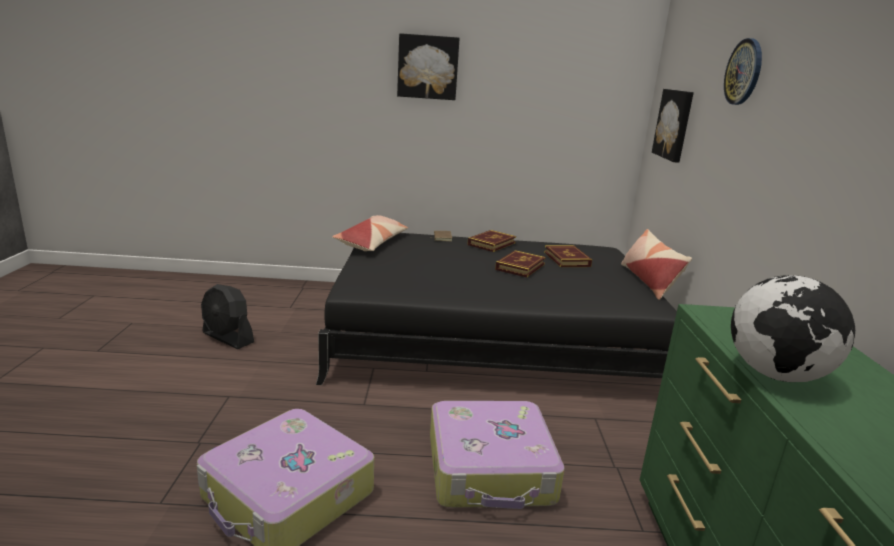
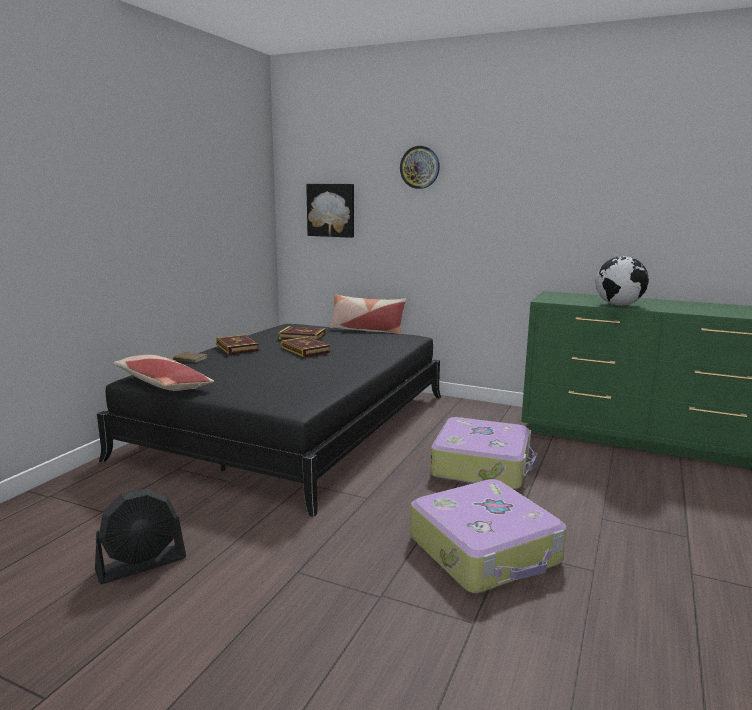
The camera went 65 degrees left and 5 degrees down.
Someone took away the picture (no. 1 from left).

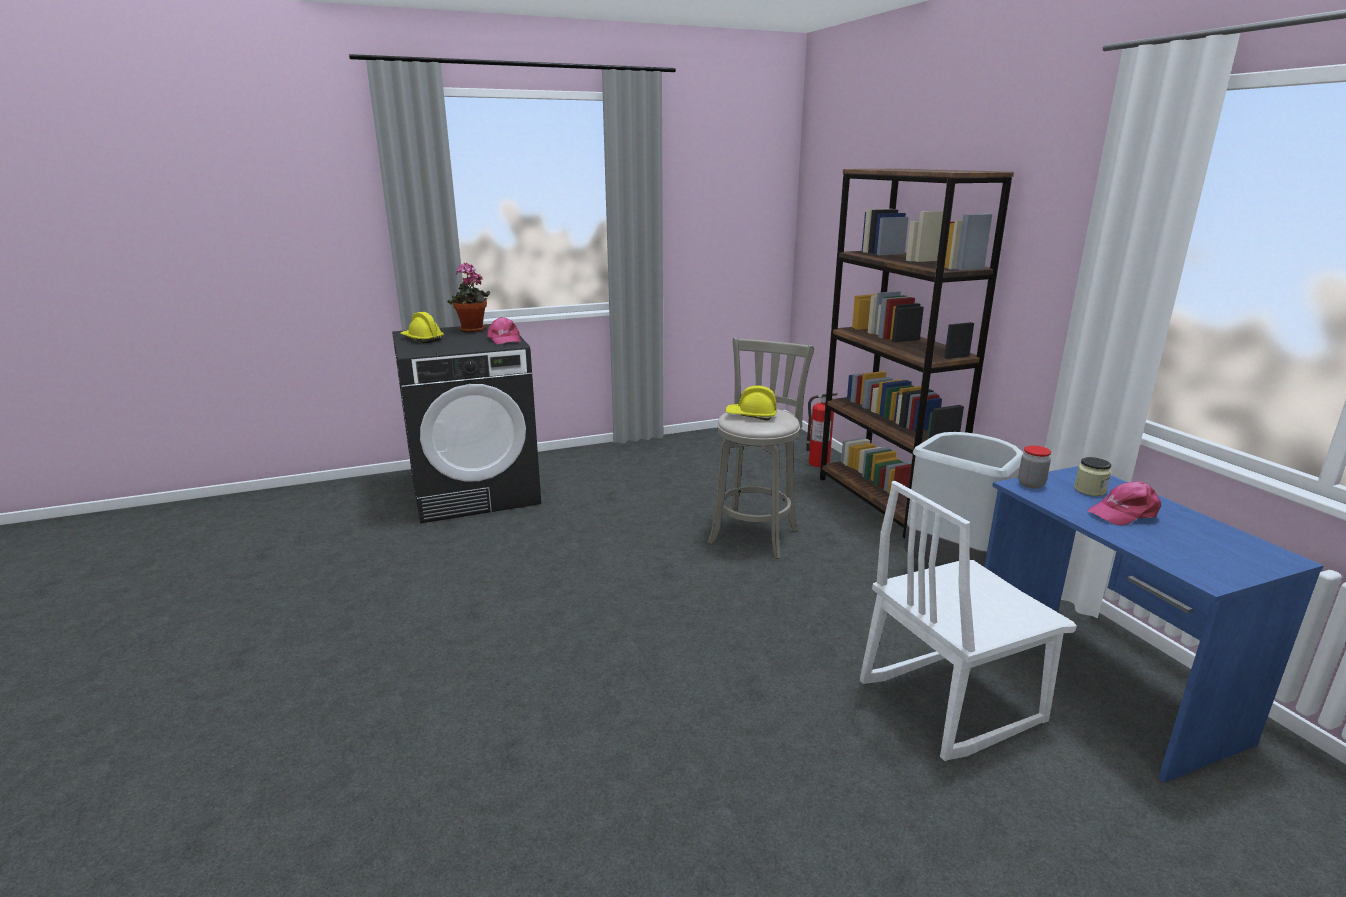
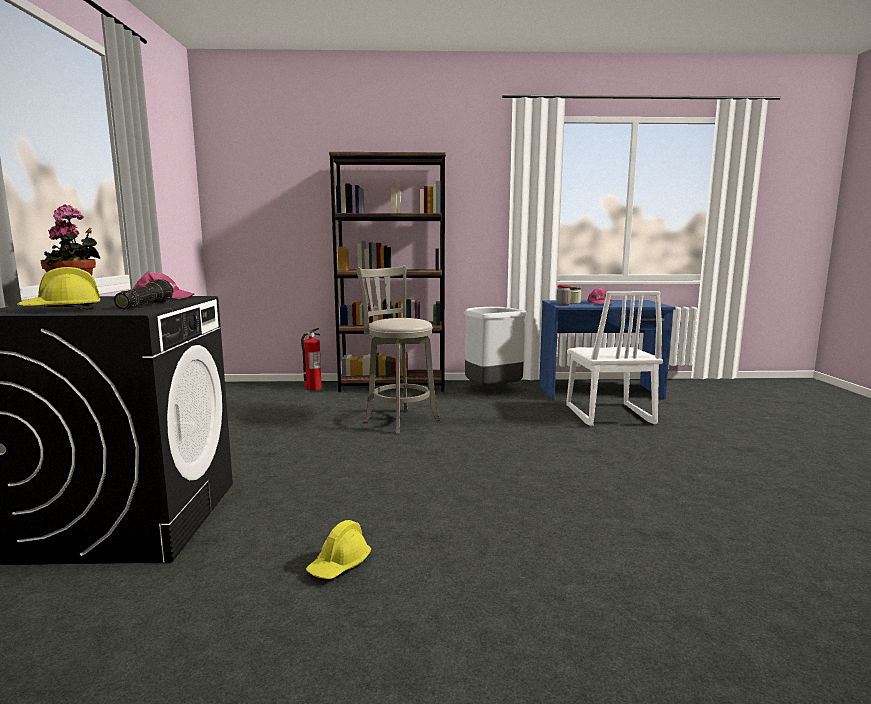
The camera went 70 degrees left and 10 degrees down.
Someone carried the yellow hard hat (no. 2 from left).
Someone put down the flashlight.

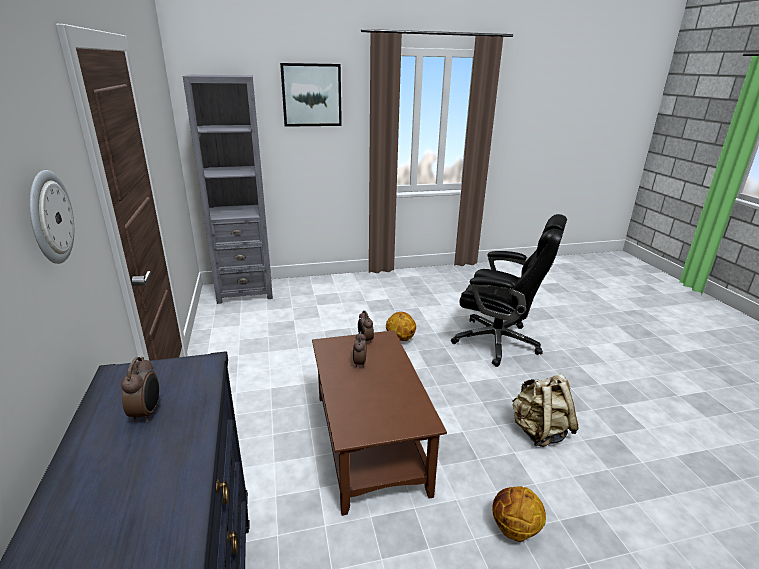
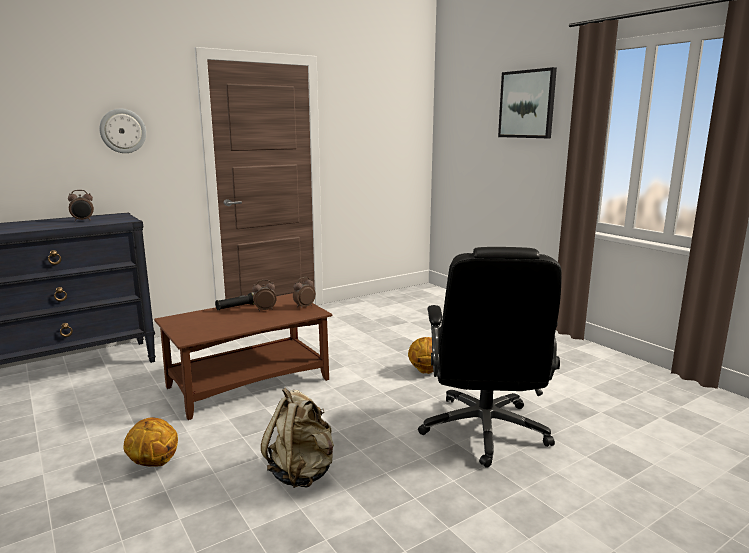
The camera went 70 degrees right and 10 degrees down.
Someone took away the grey bookcase.
Someone put down the black flashlight.

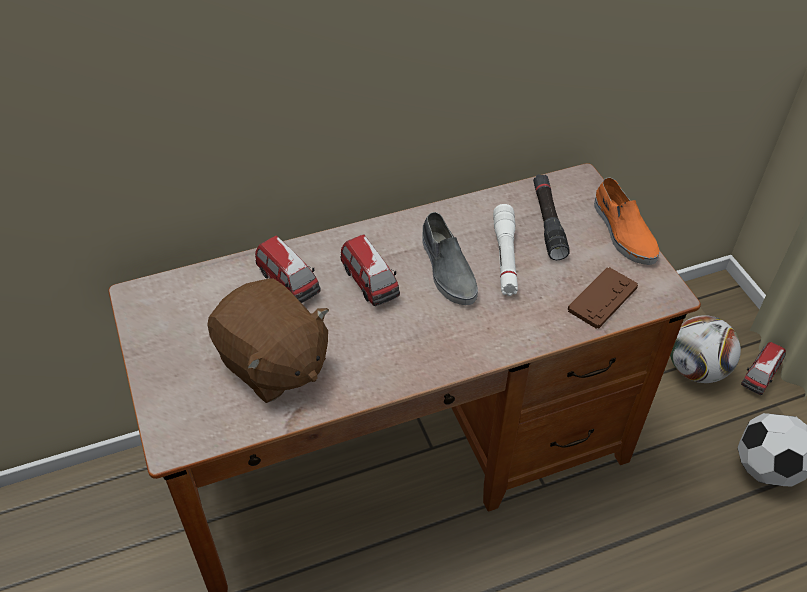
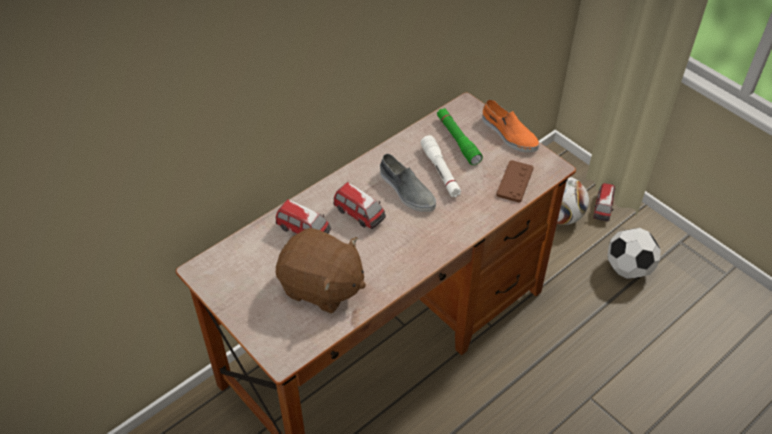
The camera went 20 degrees left and 0 degrees up.
Someone repainted the black flashlight, which became the green flashlight.

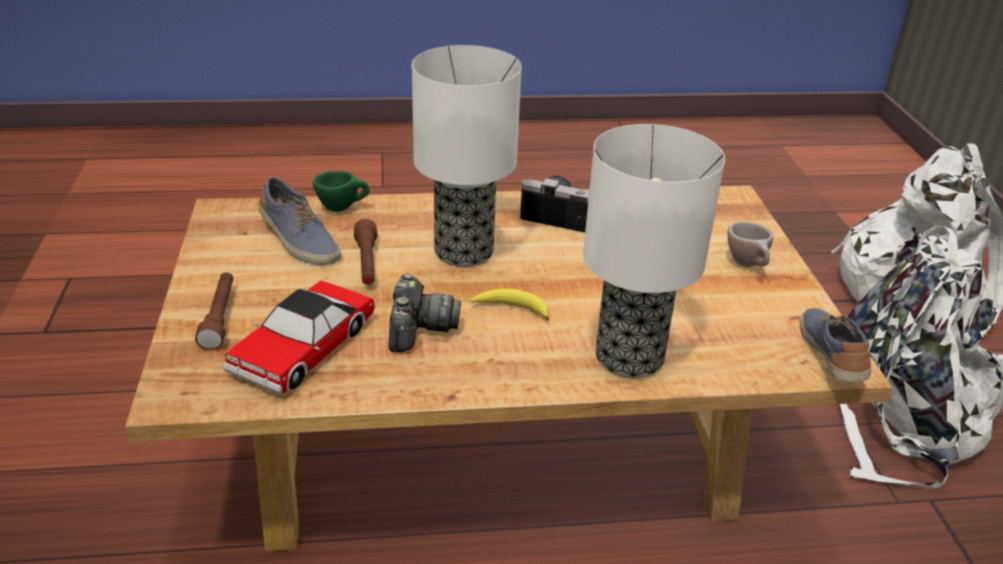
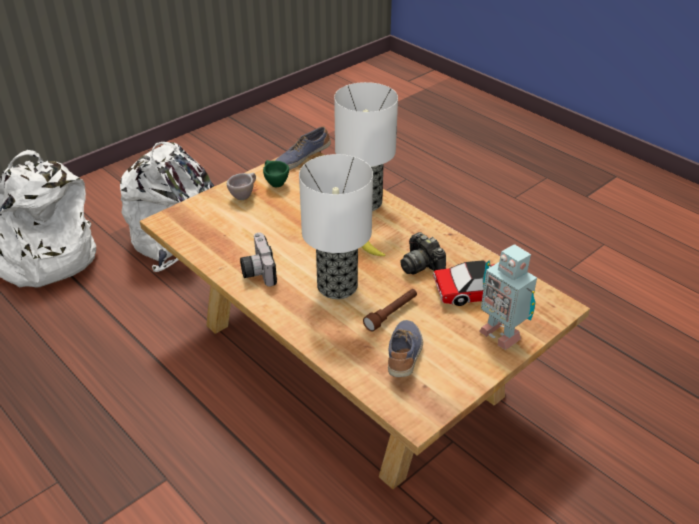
The camera went 125 degrees left and 5 degrees up.
Someone carried the green cup.
Someone swapped the brown flashlight (no. 1 from left) for the toy robot.
Someone rotated the photo camera (no. 1 from left in the first image) by 90 degrees counterclockwise.

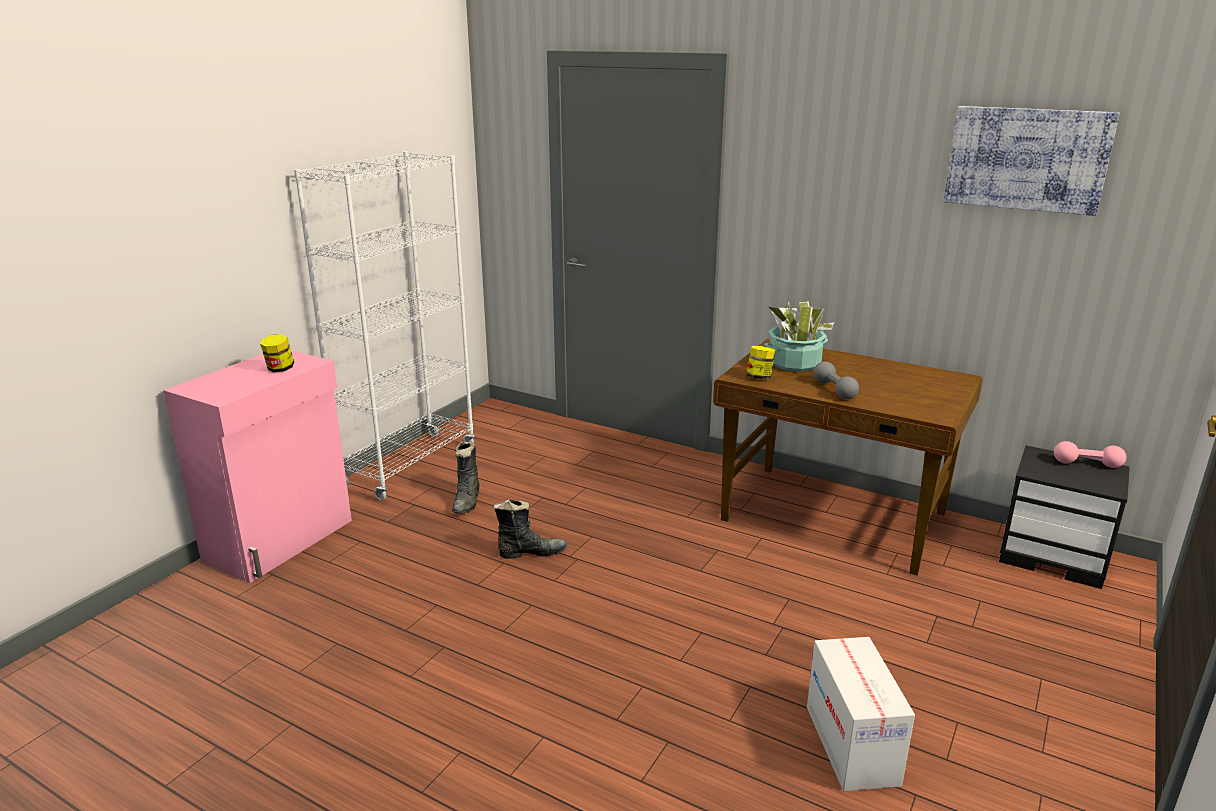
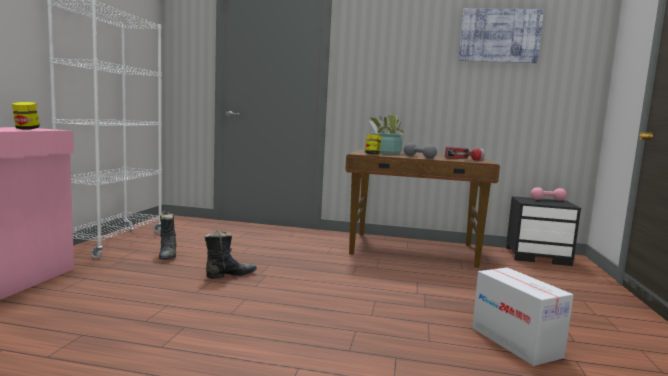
The camera went 20 degrees left and 15 degrees down.
Someone put down the flashlight.

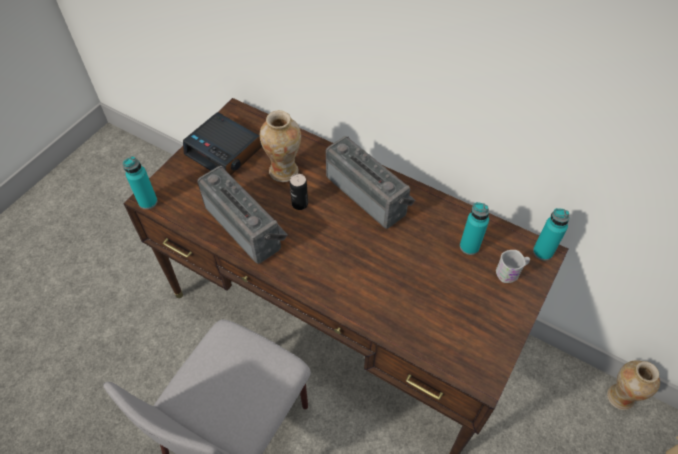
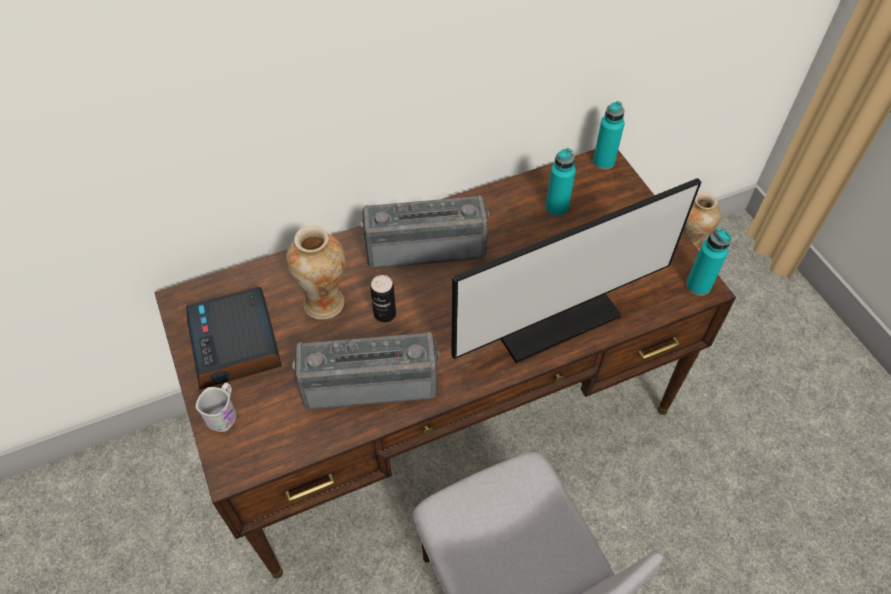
The camera went 55 degrees left and 0 degrees up.
Someone rotated the alarm clock by 90 degrees clockwise.
Someone carried the turquoise bottle (no. 1 from left in the first image).
Someone carried the white mug.
Someone put down the monitor.

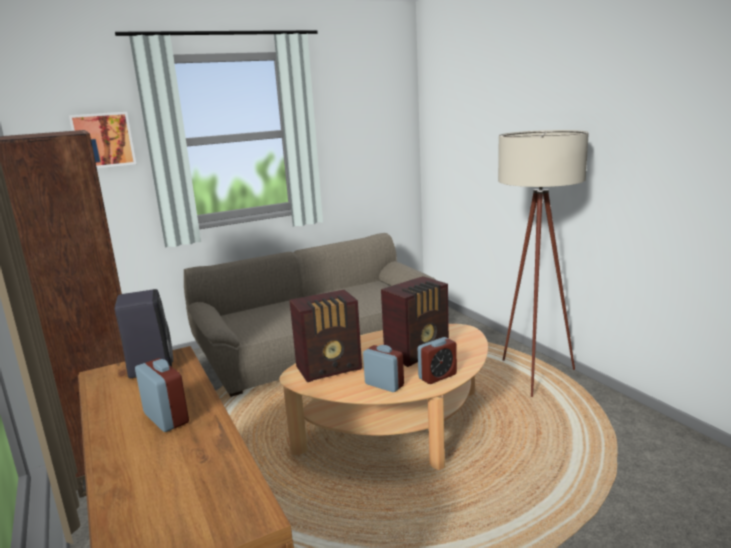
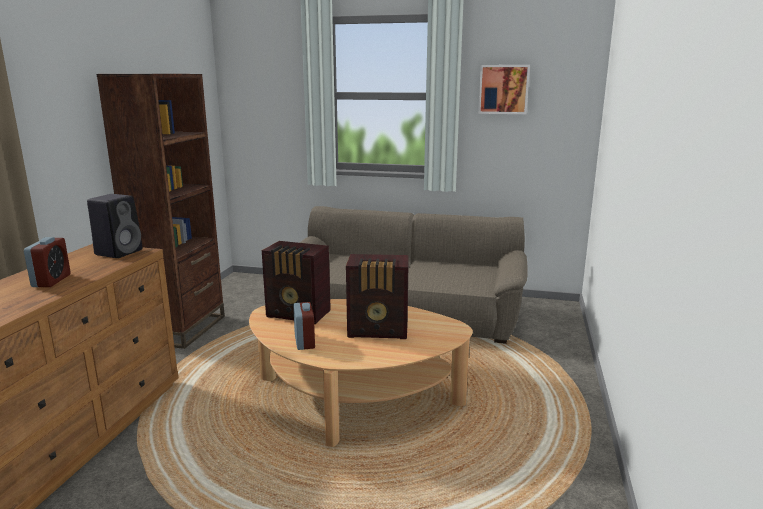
The camera went 40 degrees right and 0 degrees up.
Someone carried the picture.
Someone took away the beige floor lamp.
Someone took away the alarm clock (no. 3 from left).

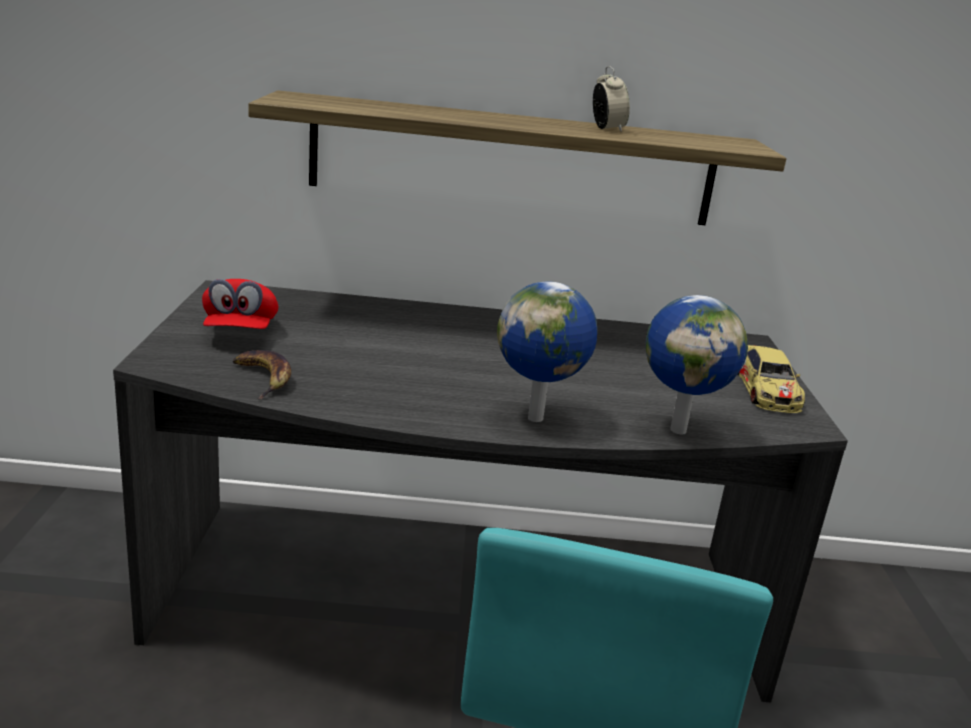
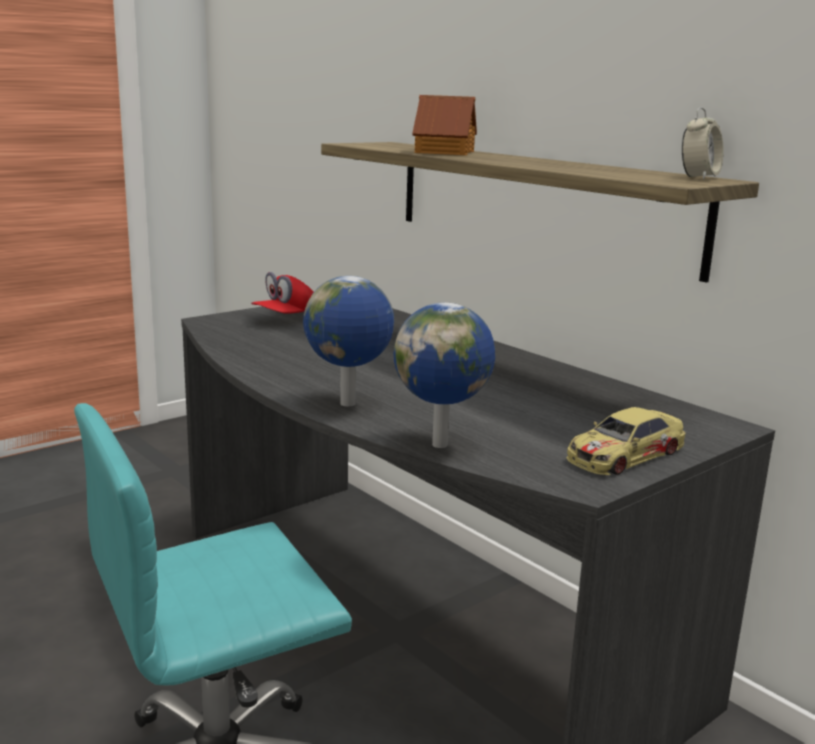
The camera went 50 degrees right and 5 degrees down.
Someone carried the alarm clock.
Someone took away the banana.
Someone put down the toy house.

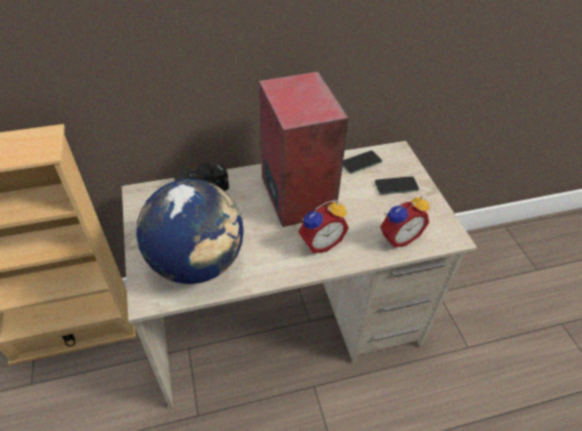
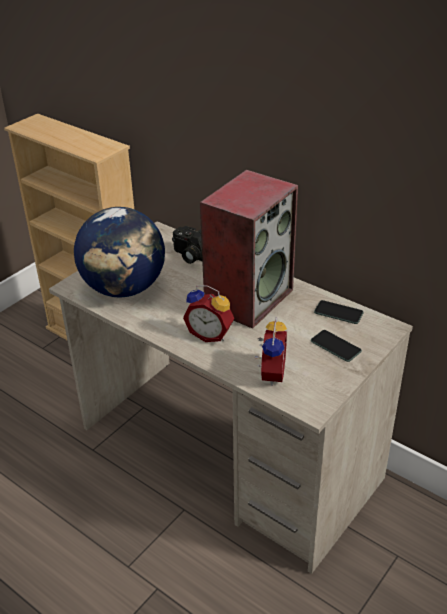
The camera went 55 degrees right and 10 degrees down.
Someone rotated the alarm clock (no. 2 from left) by 105 degrees counterclockwise.

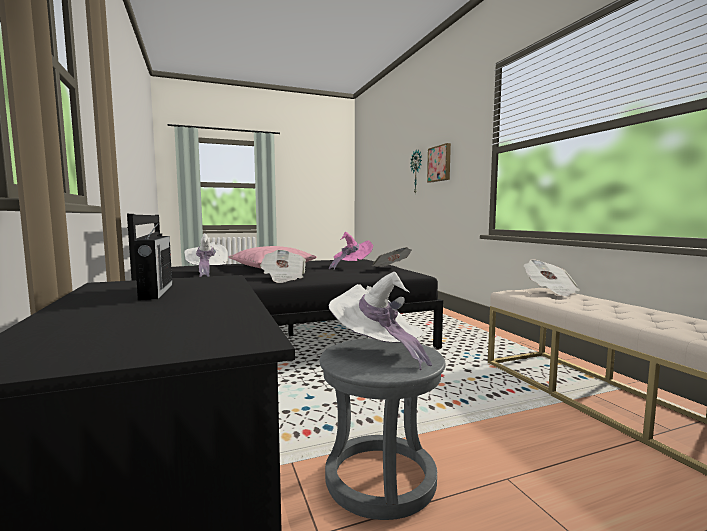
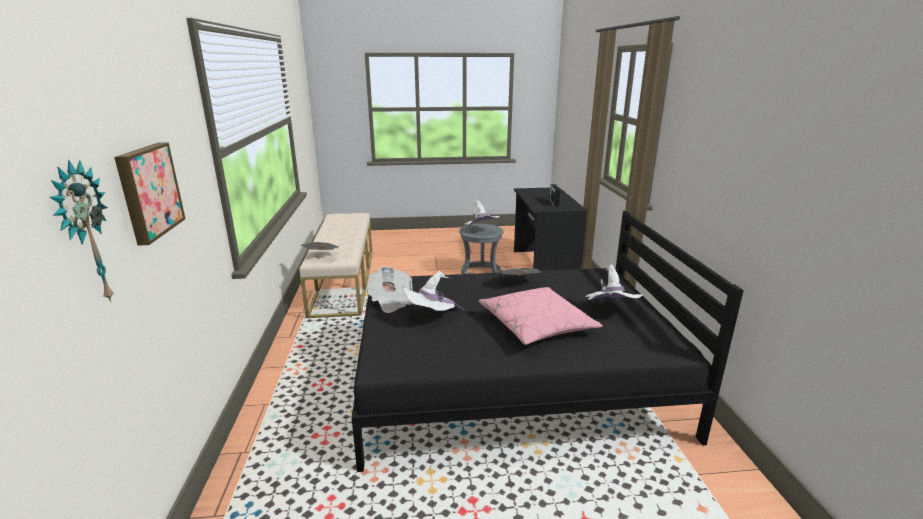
The camera went 165 degrees left and 15 degrees up.
Someone repainted the pink hat, which became the white hat (no. 1 from left).

